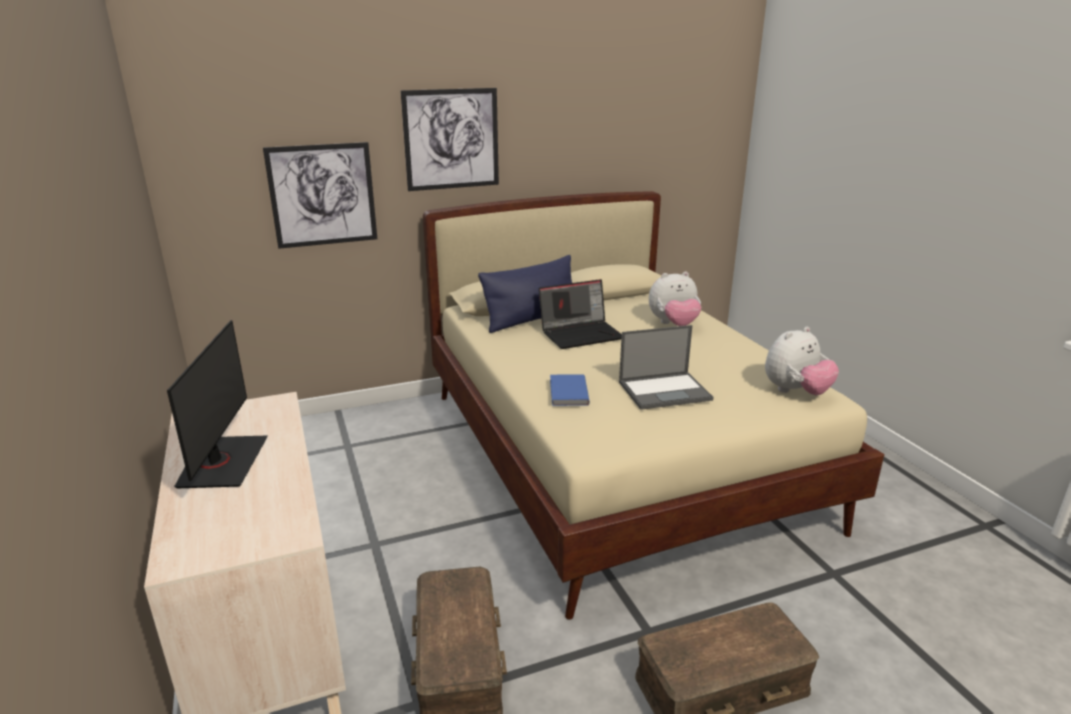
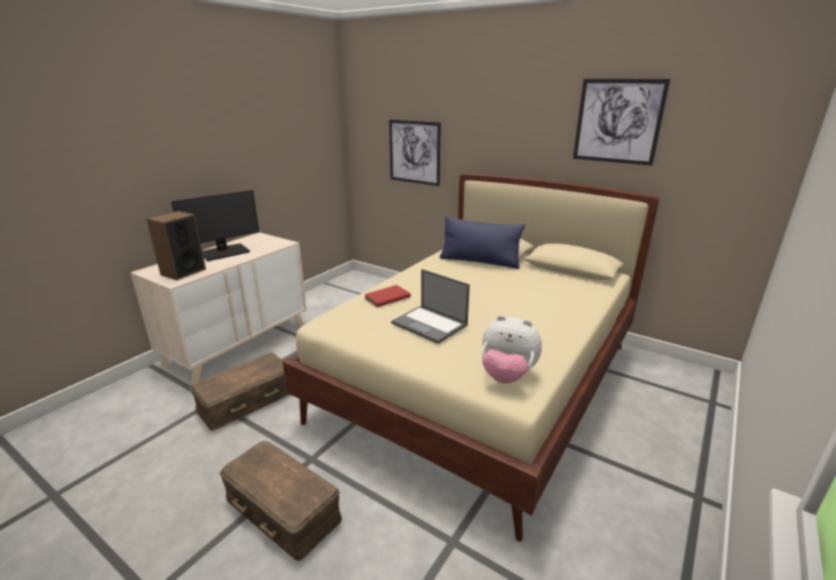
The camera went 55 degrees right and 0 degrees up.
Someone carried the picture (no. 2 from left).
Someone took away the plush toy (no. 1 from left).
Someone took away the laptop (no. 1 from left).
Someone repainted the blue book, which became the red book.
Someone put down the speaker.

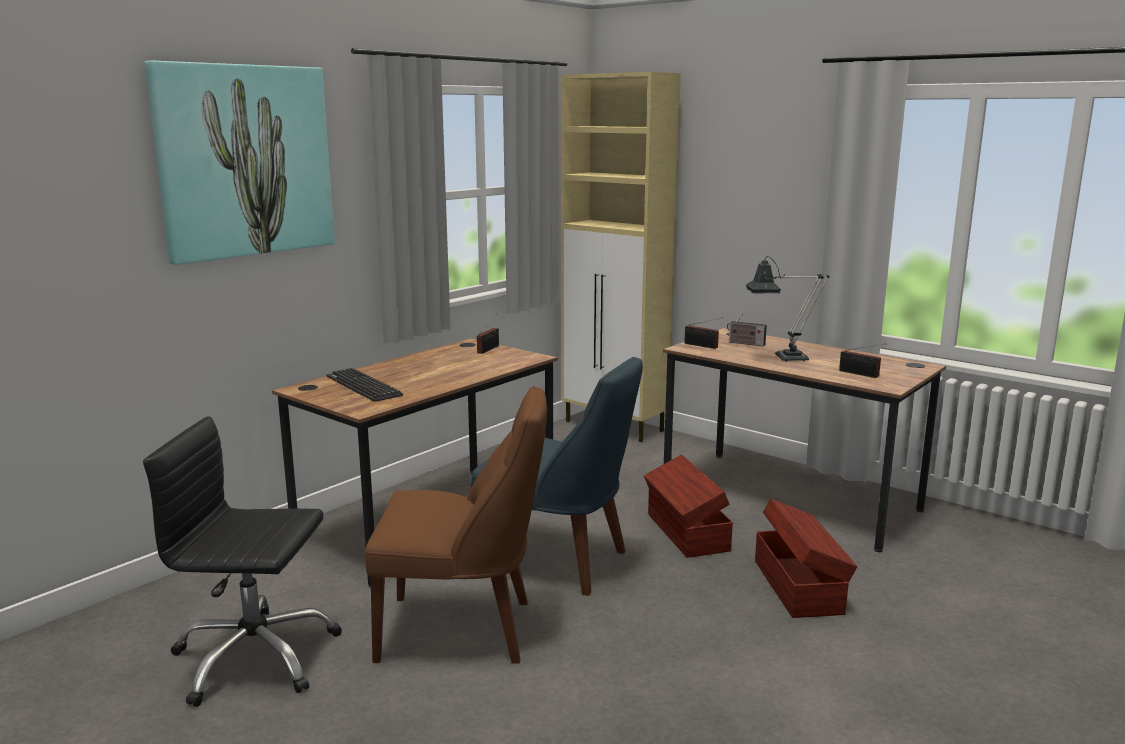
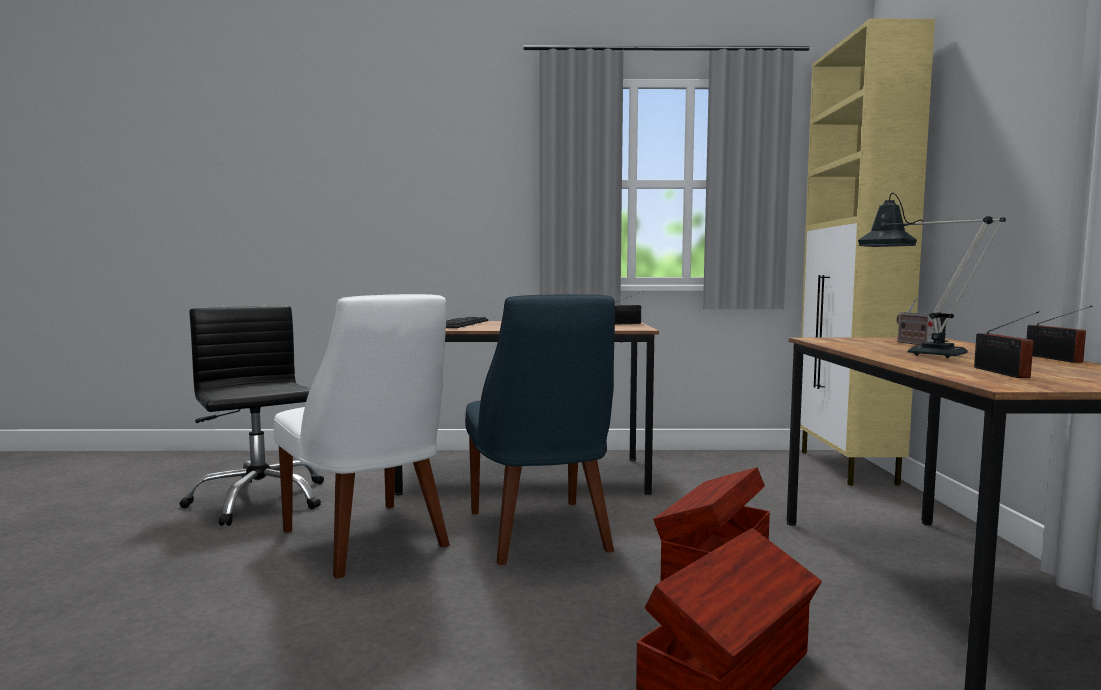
The camera went 50 degrees right and 10 degrees down.
Someone took away the picture.
Someone carried the radio (no. 2 from left in the first image).
Someone repainted the brown chair, which became the white chair.

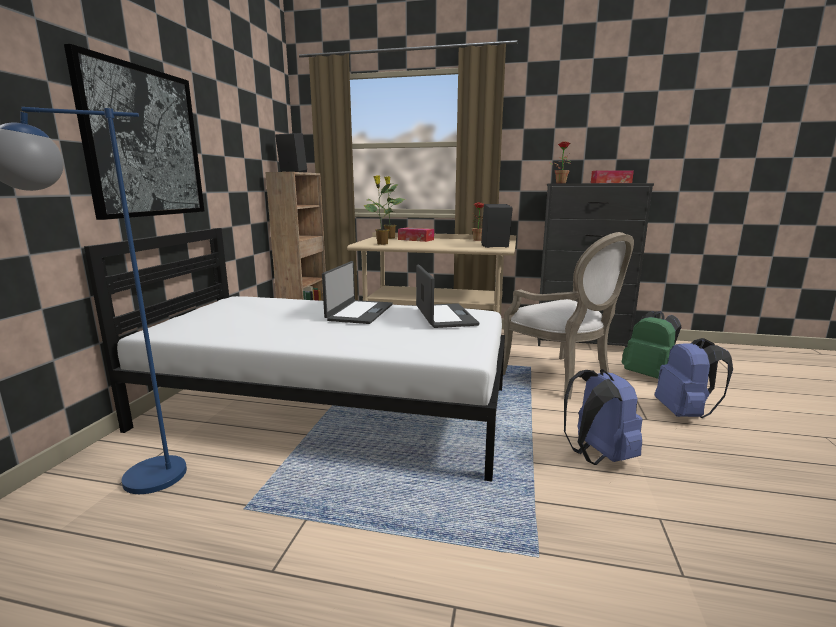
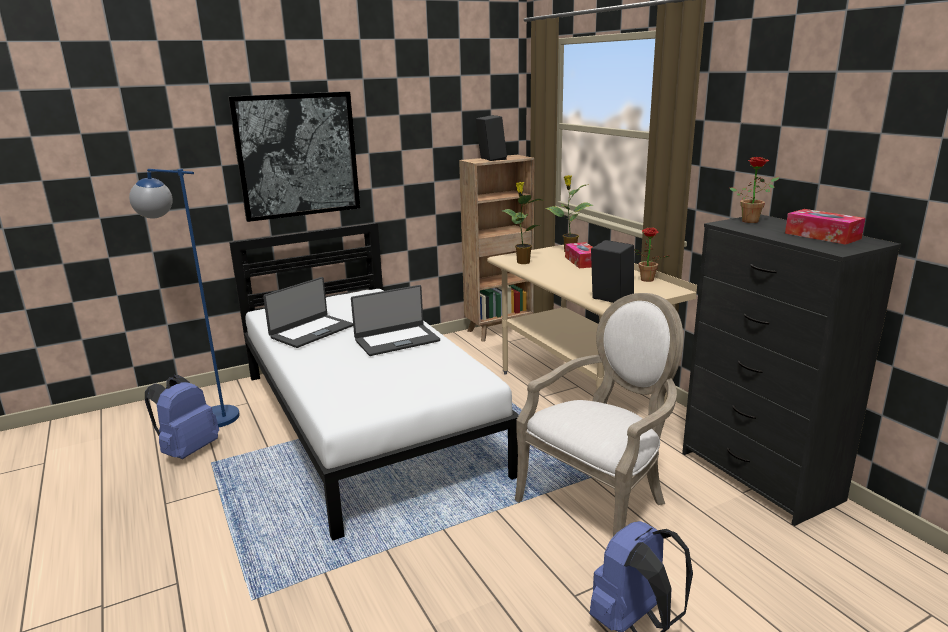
The camera went 50 degrees right and 5 degrees up.
Someone rotated the armchair by 150 degrees counterclockwise.
Someone carried the laptop (no. 2 from left in the first image).
Someone took away the green backpack.
Someone carried the blue backpack (no. 1 from left).

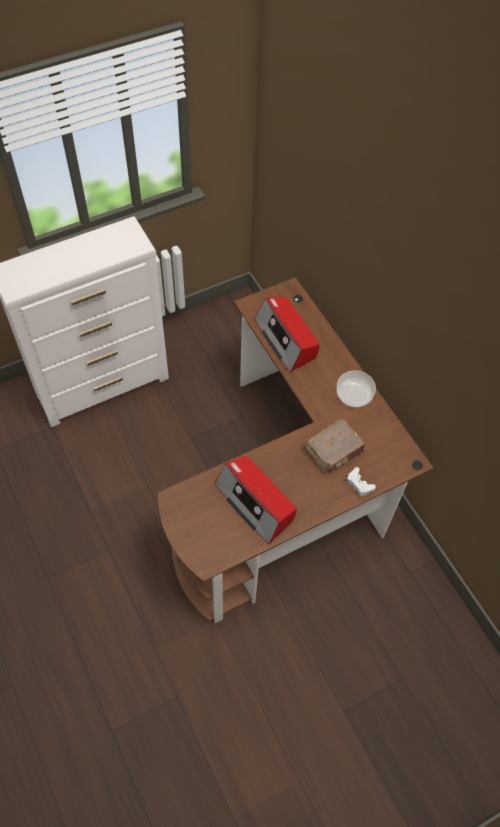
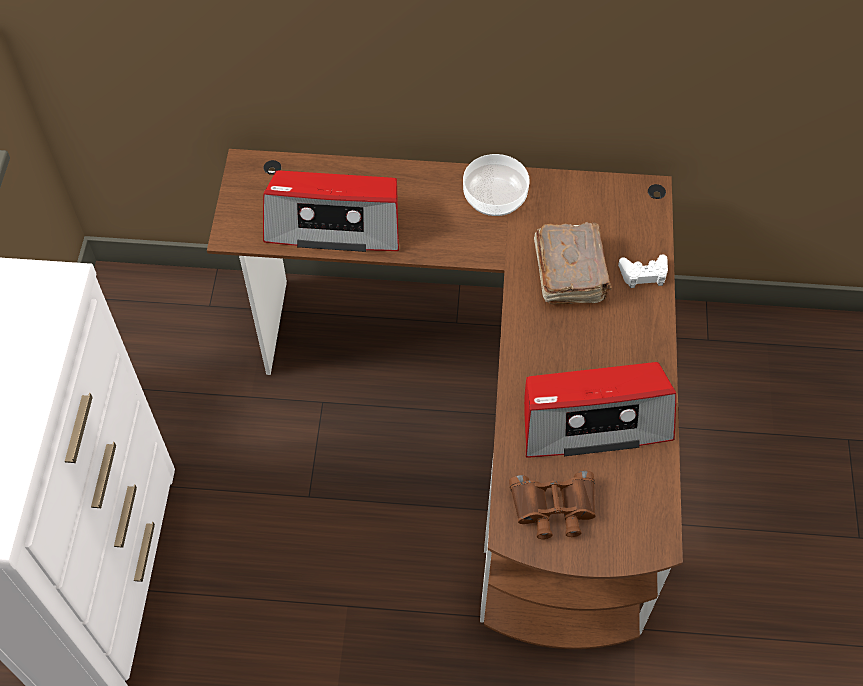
The camera went 55 degrees left and 0 degrees up.
Someone put down the brown binoculars.

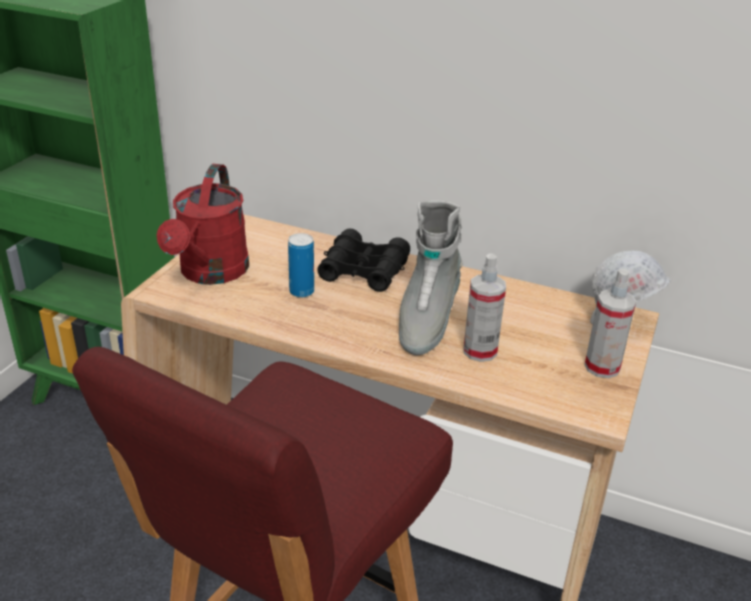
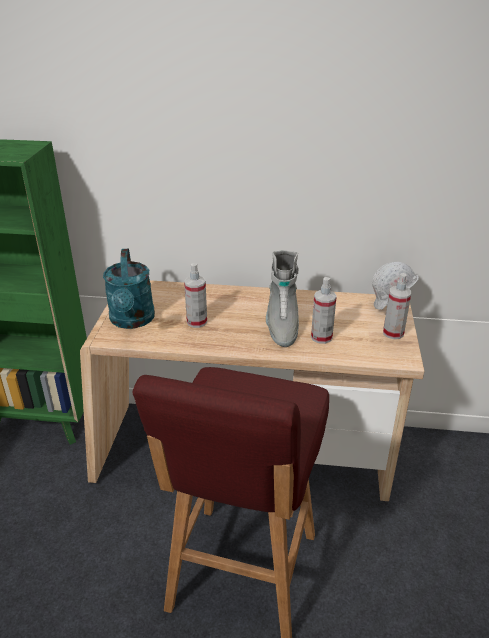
The camera went 15 degrees left and 0 degrees up.
Someone repainted the red watering can, which became the turquoise watering can.
Someone took away the black binoculars.
Someone swapped the can for the spray bottle (no. 1 from left).

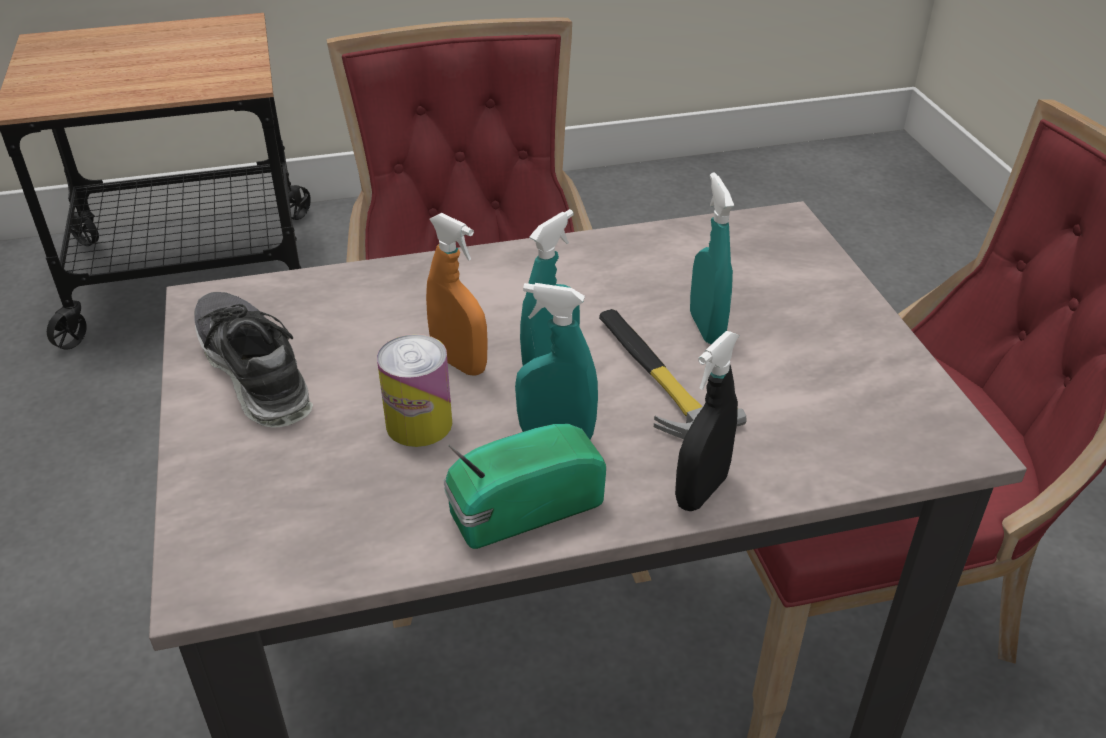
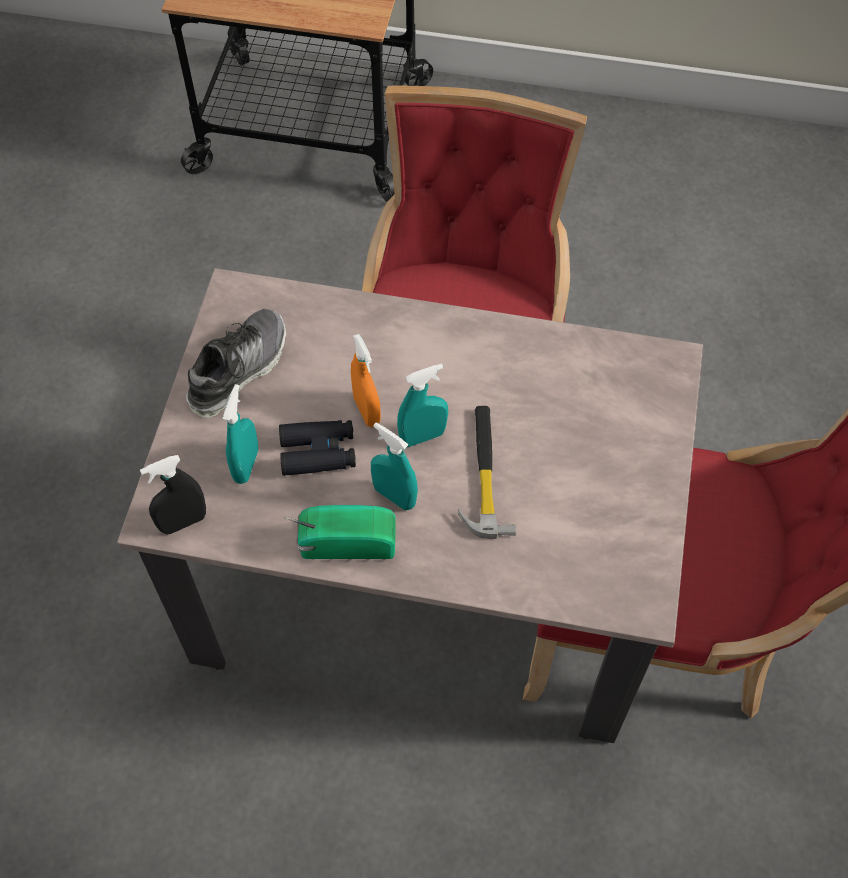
The camera went 25 degrees right and 20 degrees up.
Someone carried the turquoise spray bottle (no. 3 from left in the first image).
Someone rotated the shoe by 45 degrees clockwise.
Someone carried the black spray bottle.
Someone swapped the can for the black binoculars.

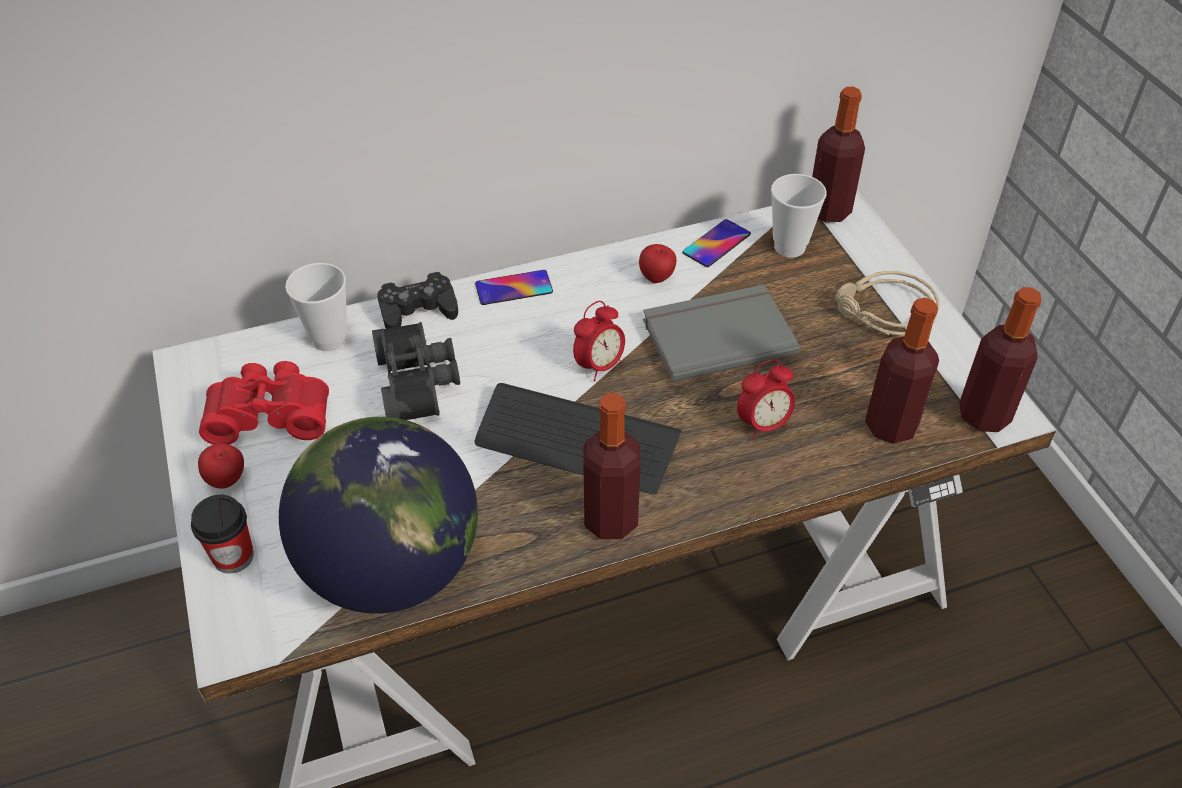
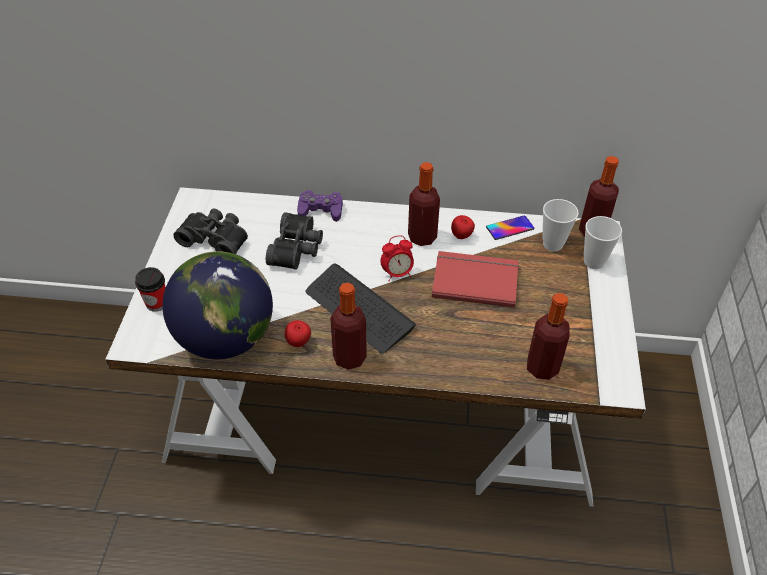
The camera went 25 degrees right and 0 degrees up.
Someone carried the cup (no. 2 from left in the first image).
Someone took away the phone (no. 1 from left).
Someone took away the beige headphones.
Someone repainted the black game controller, which became the purple game controller.
Someone repainted the grey book, which became the red book.
Someone carried the bottle (no. 4 from left in the first image).
Someone took away the alarm clock (no. 2 from left).
Someone repainted the red binoculars, which became the black binoculars (no. 1 from left).
Someone carried the apple (no. 1 from left).

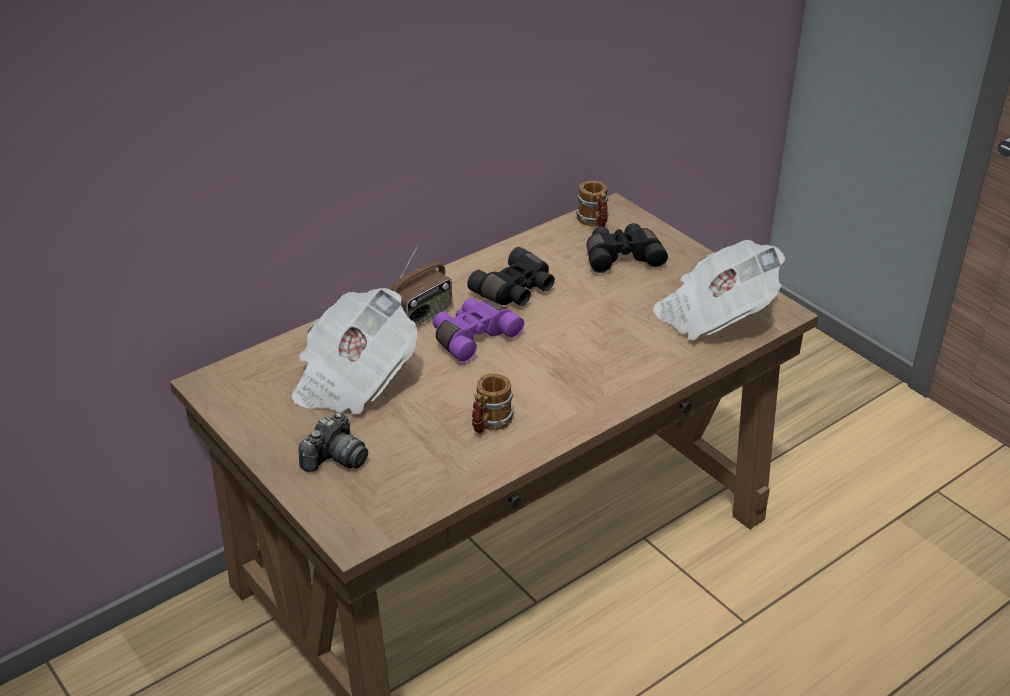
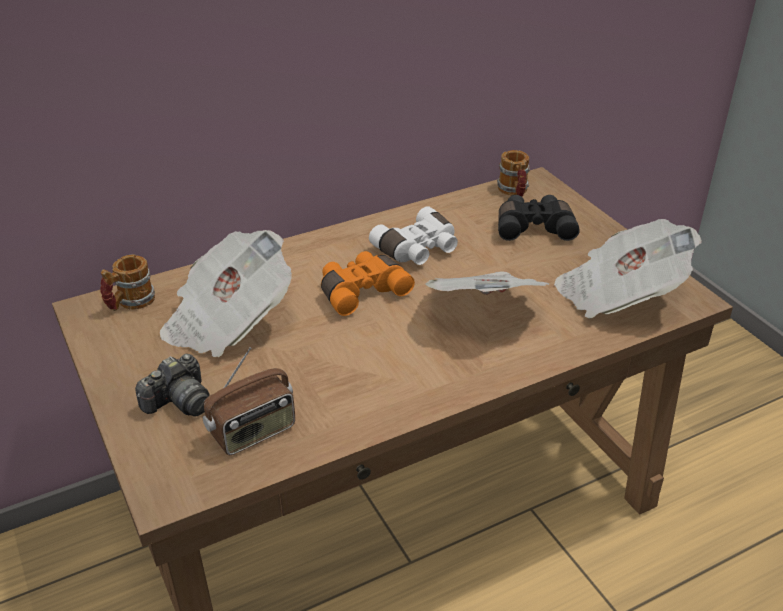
The camera went 10 degrees right and 0 degrees up.
Someone carried the radio.
Someone repainted the black binoculars (no. 1 from left), which became the white binoculars.
Someone repainted the purple binoculars, which became the orange binoculars.
Someone carried the mug (no. 1 from left).
Someone put down the newspaper (no. 2 from left).

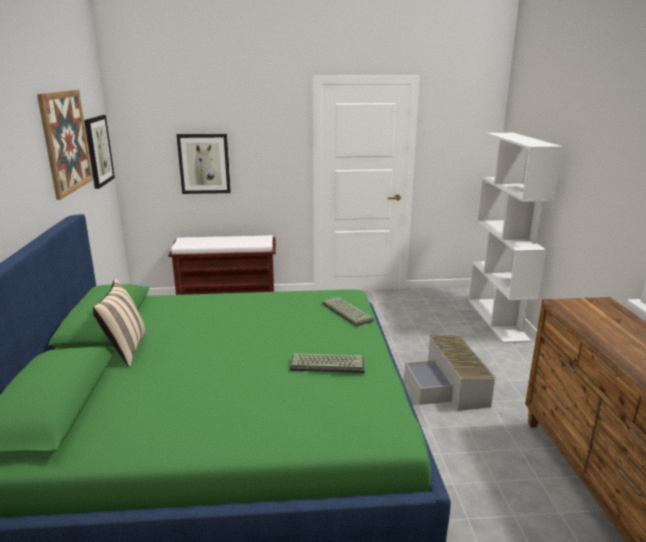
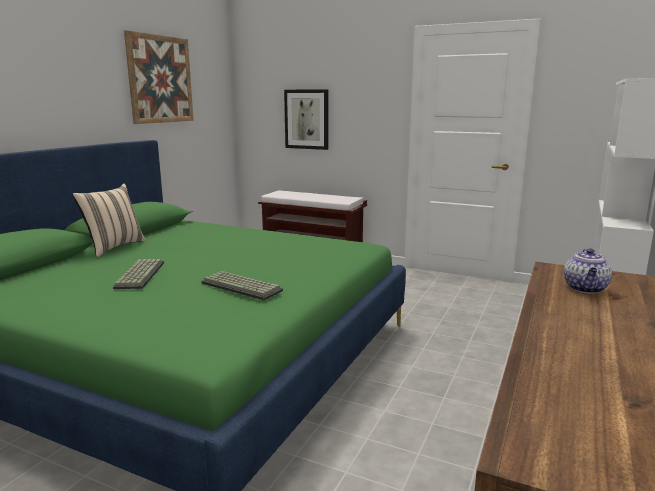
The camera went 30 degrees right and 5 degrees down.
Someone took away the picture (no. 2 from left).
Someone carried the keyboard (no. 2 from left in the first image).
Someone took away the grey storage box.
Someone put down the teapot.

